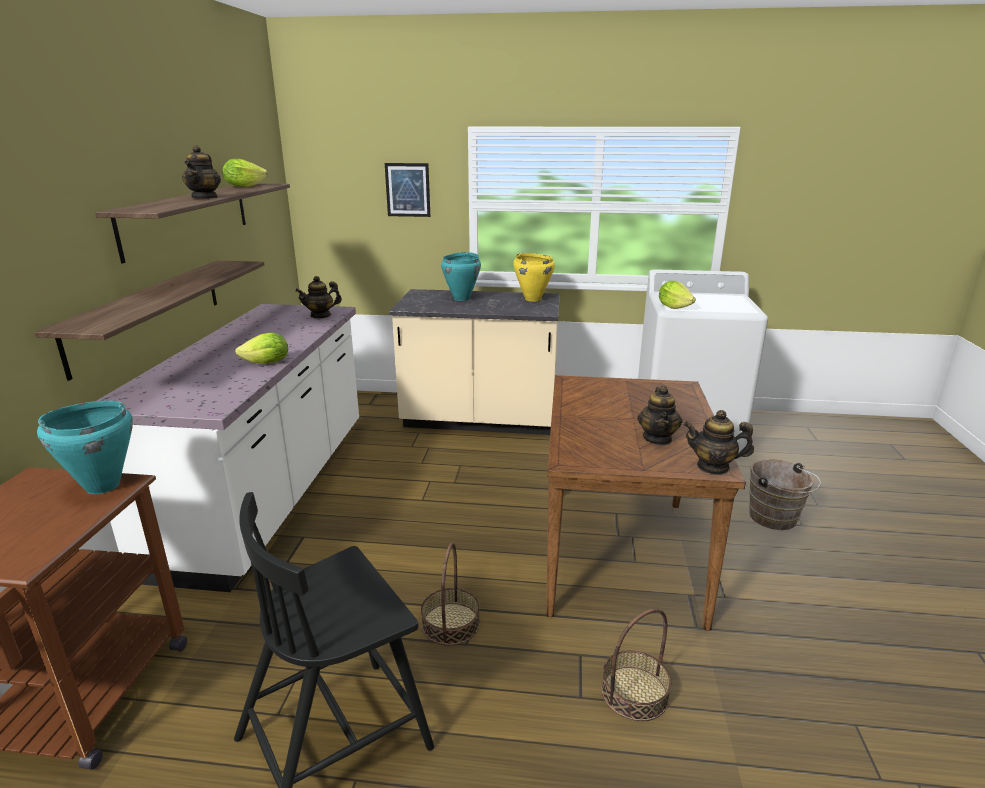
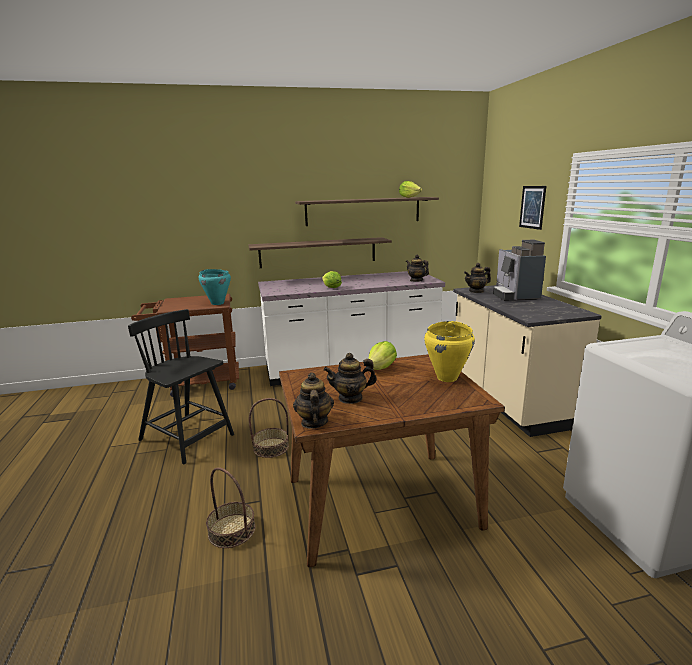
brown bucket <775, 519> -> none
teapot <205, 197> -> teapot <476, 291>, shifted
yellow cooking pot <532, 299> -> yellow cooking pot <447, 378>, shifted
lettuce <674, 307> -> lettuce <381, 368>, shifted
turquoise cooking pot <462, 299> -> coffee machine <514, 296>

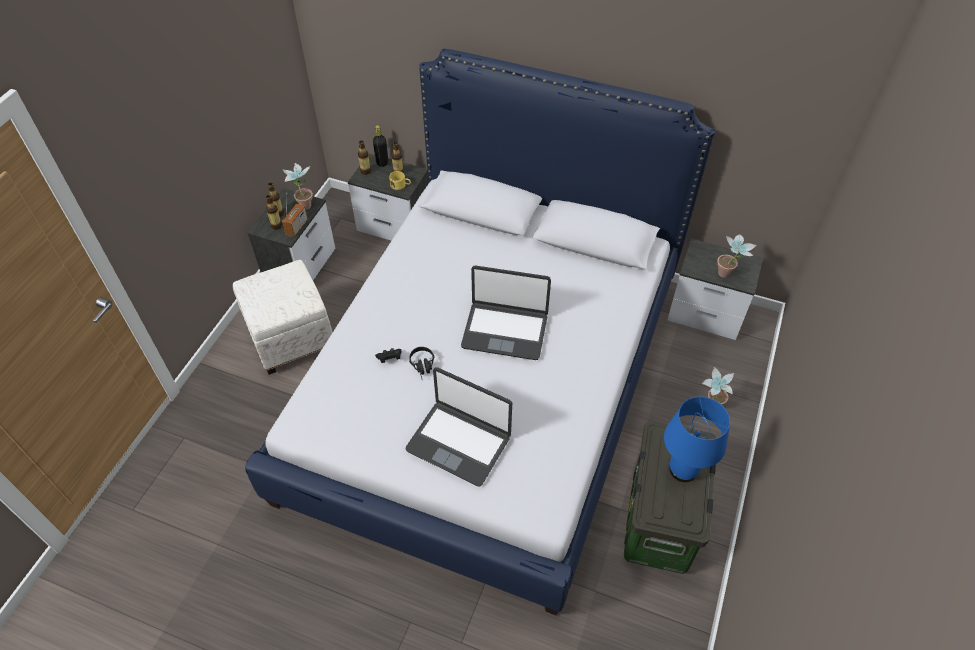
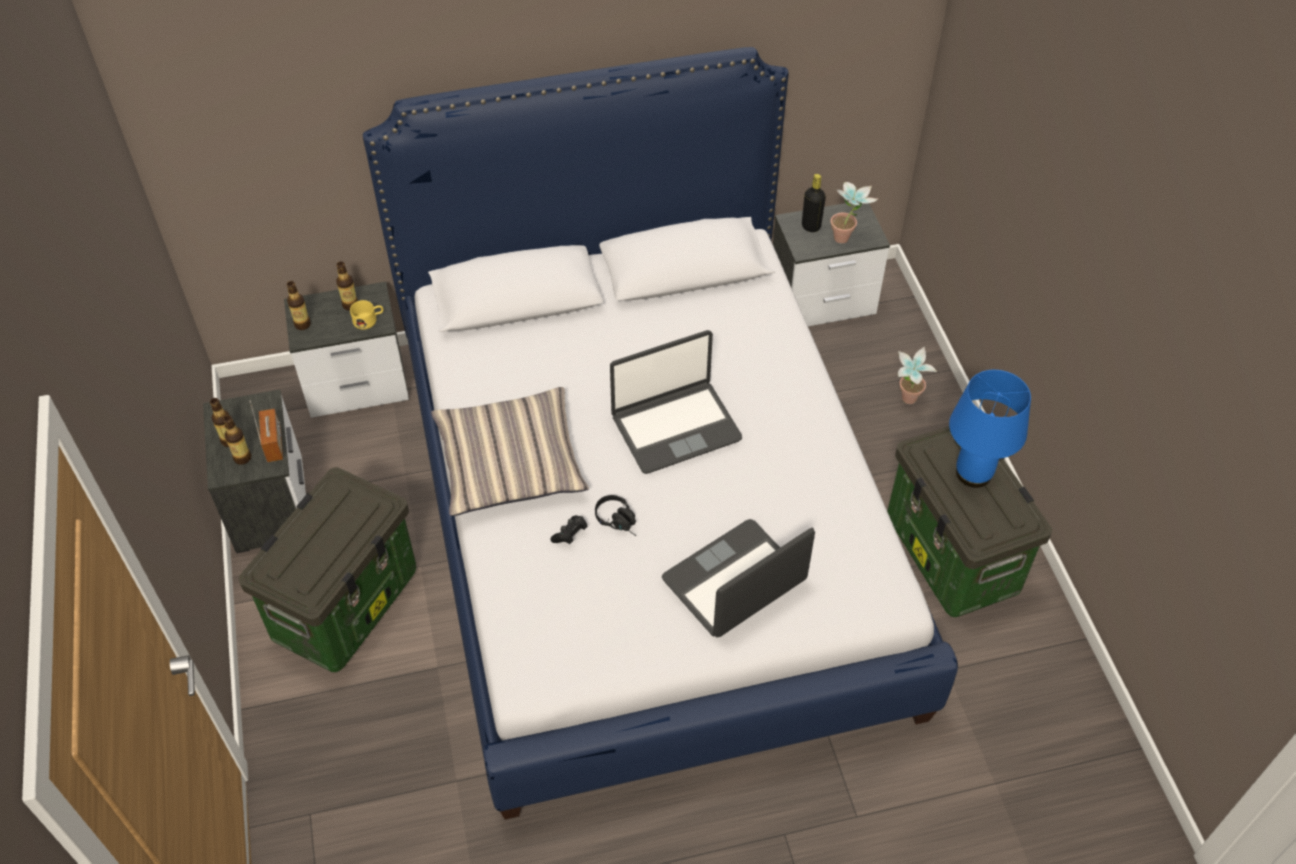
potted plant <304, 204> -> none
none -> pillow <510, 462>
black bottle <382, 162> -> black bottle <811, 226>, shifted
white ottoman <292, 338> -> storage box <346, 604>
laptop <459, 442> -> laptop <735, 581>, 150 degrees clockwise

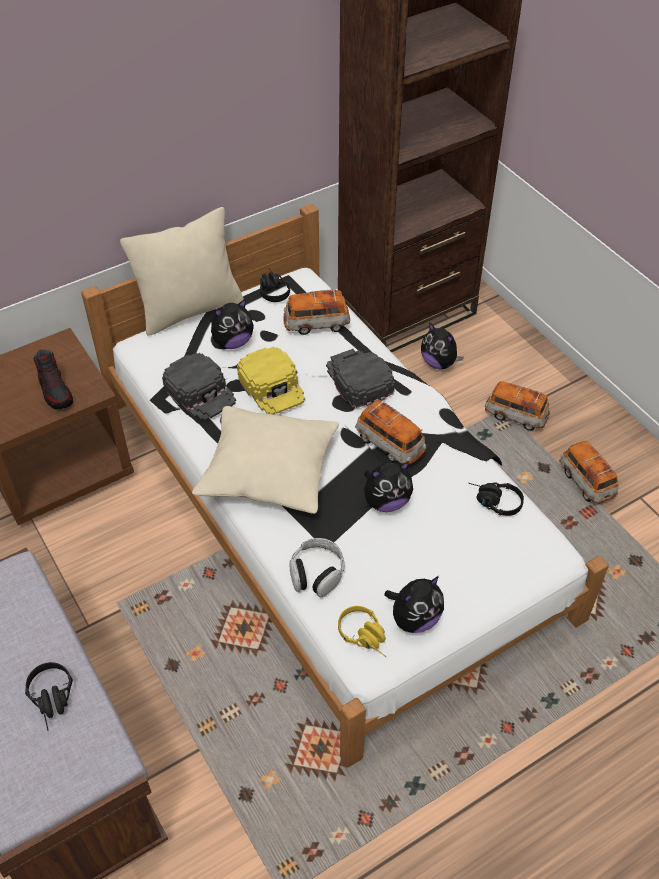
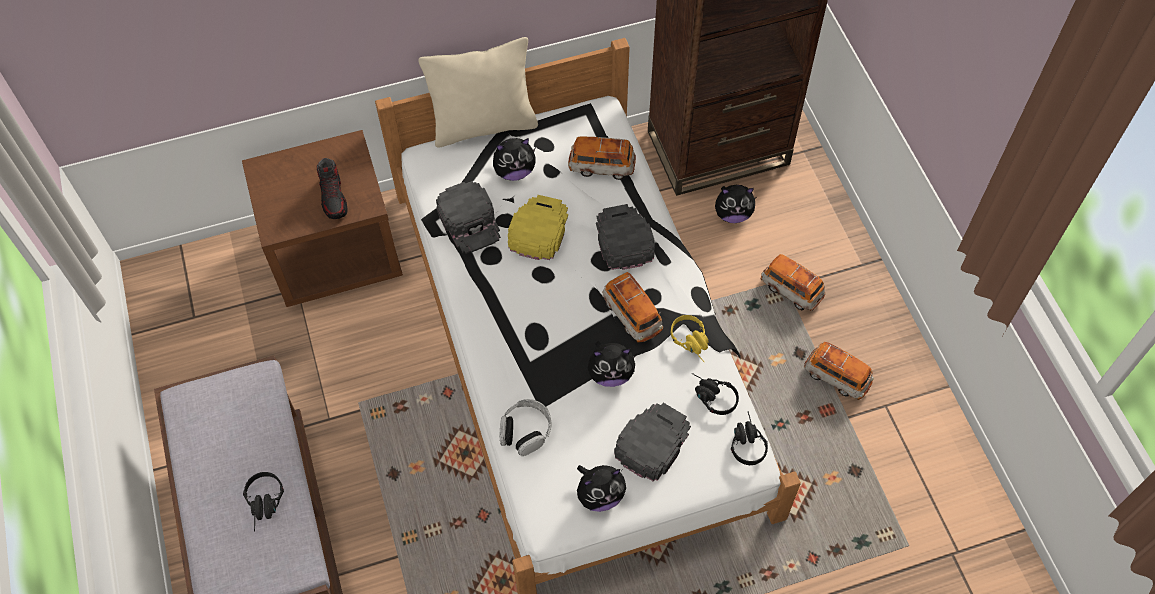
beige pillow <268, 471> -> none
none -> black cap <652, 441>
black headphones <272, 290> -> black headphones <745, 441>, shifted
yellow headphones <366, 637> -> yellow headphones <693, 343>, shifted
yellow cap <272, 386> -> yellow cap <538, 229>, 150 degrees counterclockwise
plush toy <439, 363> -> plush toy <733, 214>, 60 degrees counterclockwise
toy car <586, 481> -> toy car <837, 377>, 135 degrees clockwise

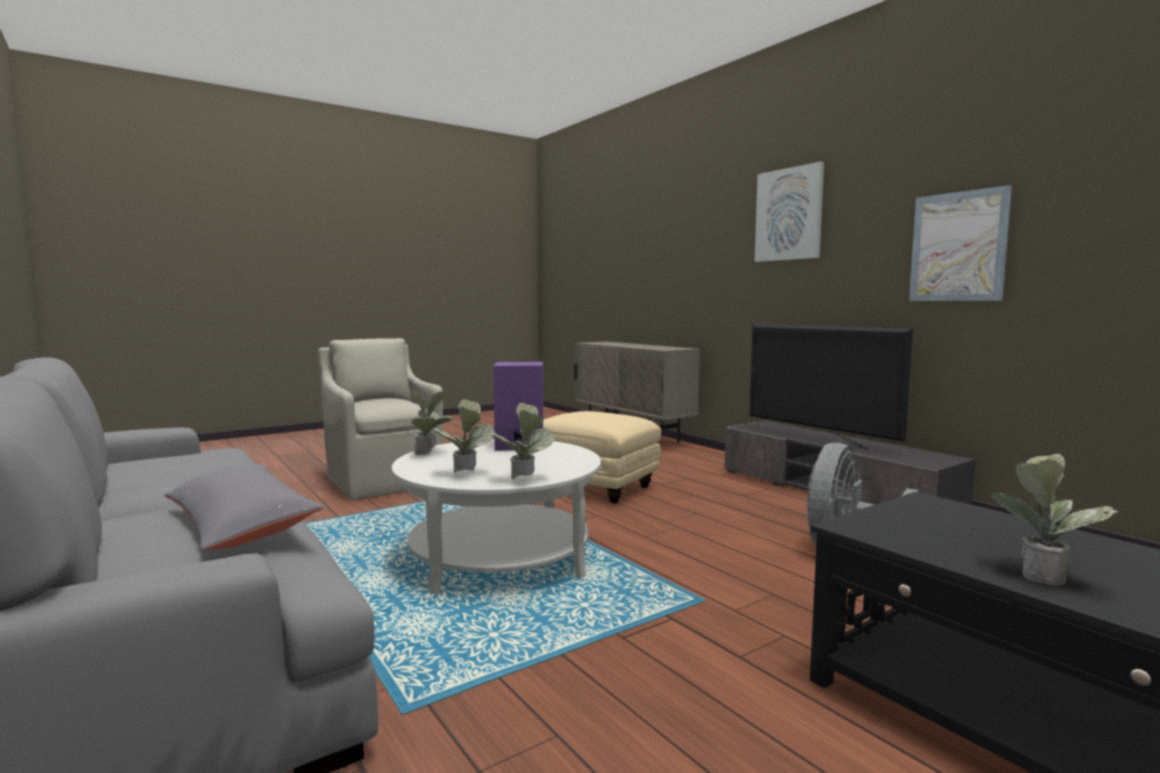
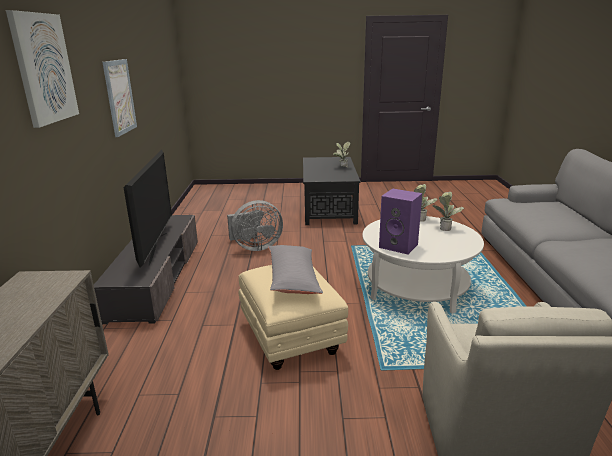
potted plant <430, 453> -> none
grey pillow <240, 524> -> grey pillow <293, 278>, shifted

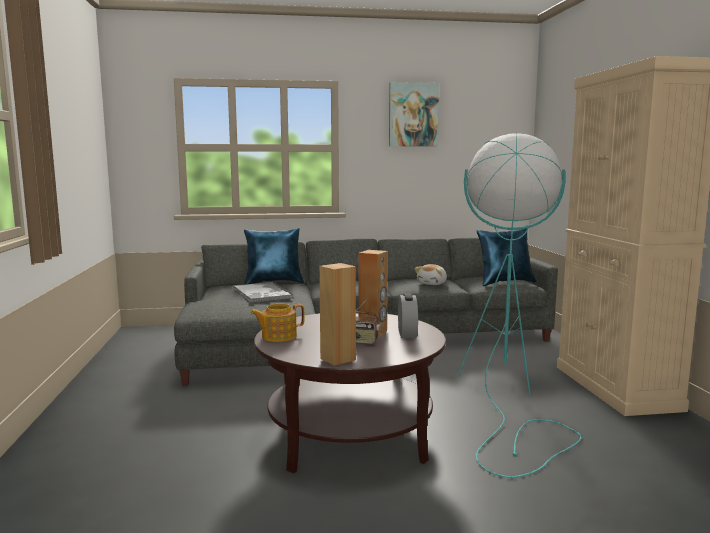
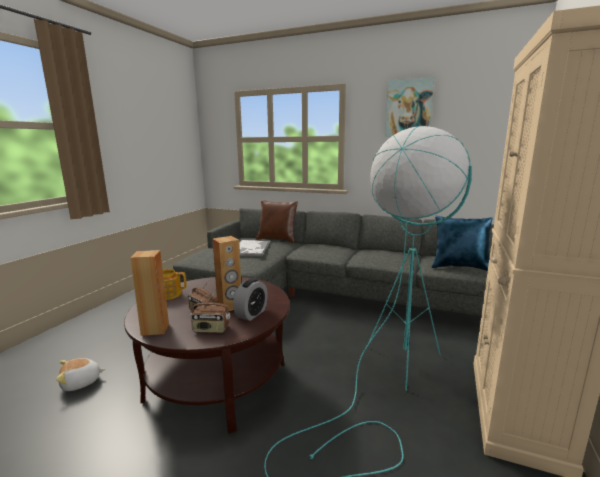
none -> radio <211, 329>
plush toy <432, 284> -> plush toy <81, 383>, shifted
blue pillow <274, 282> -> brown pillow <277, 239>

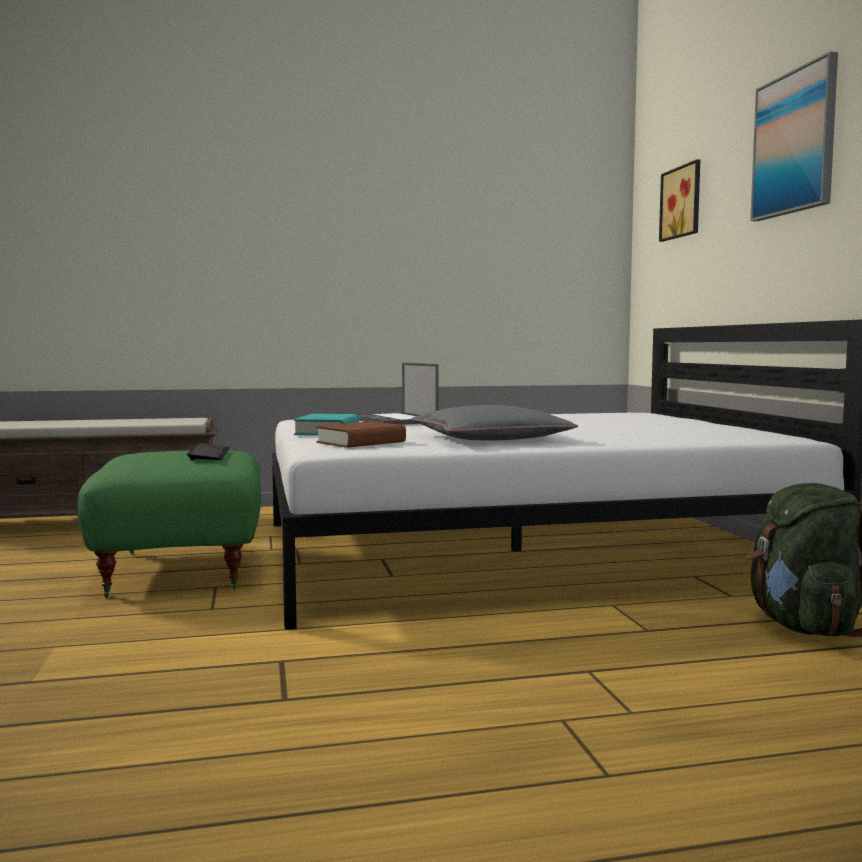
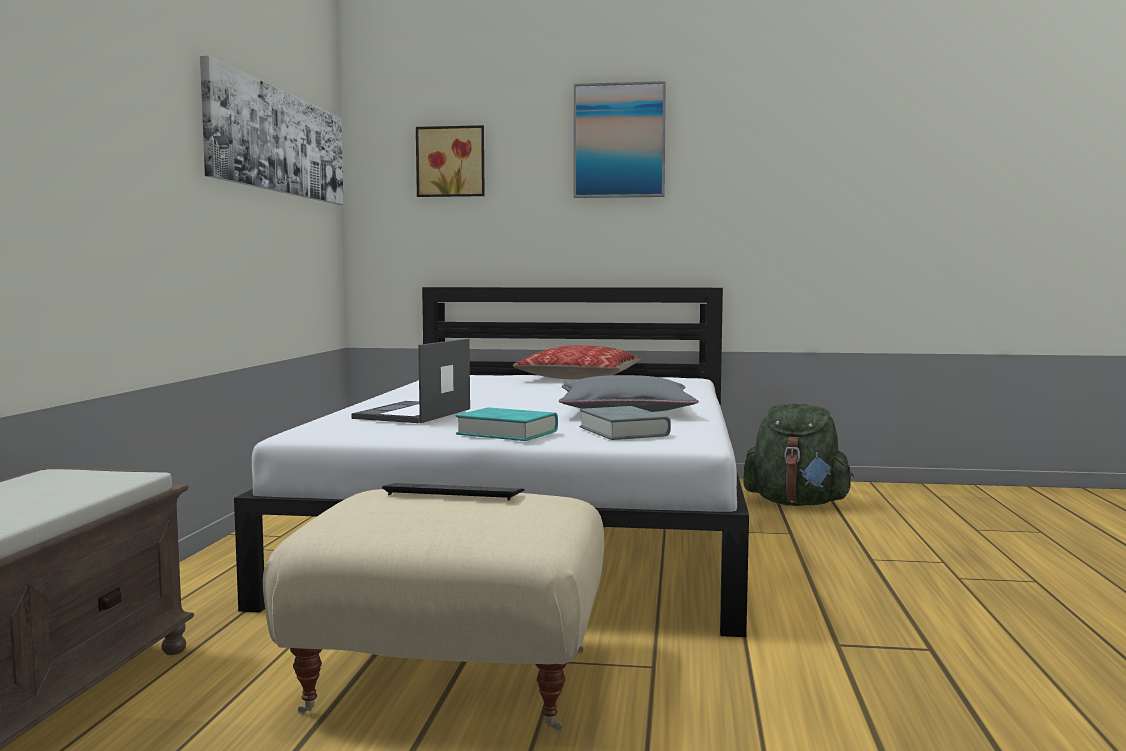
none -> picture <279, 142>
none -> pillow <579, 378>
green ottoman <183, 570> -> beige ottoman <453, 677>
brown book <361, 442> -> grey book <623, 431>
laptop <394, 421> -> laptop <413, 414>, 120 degrees clockwise

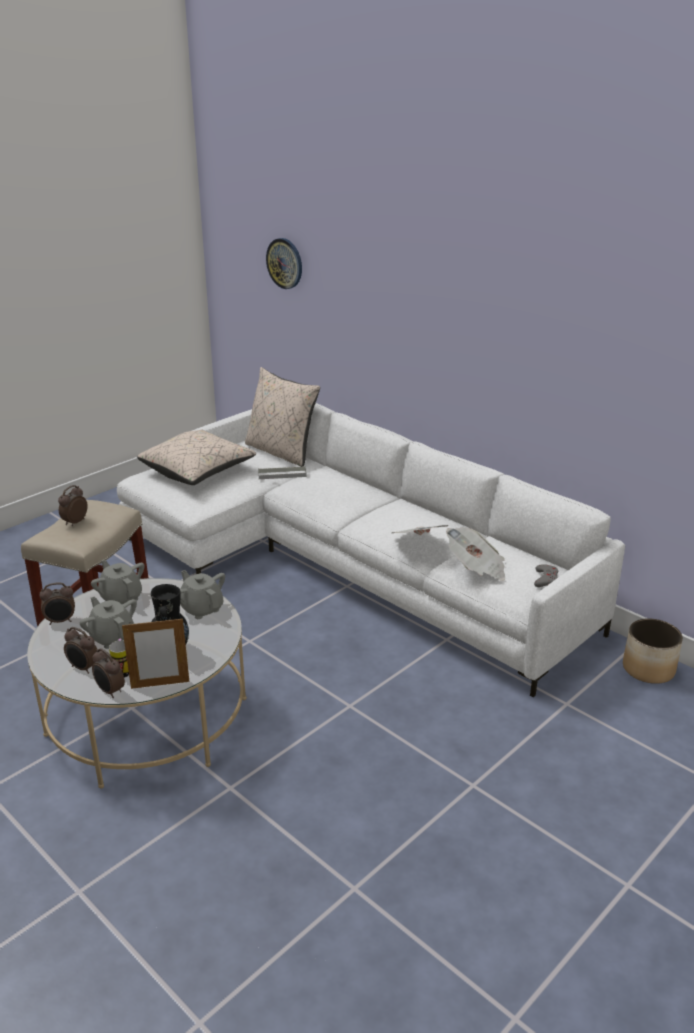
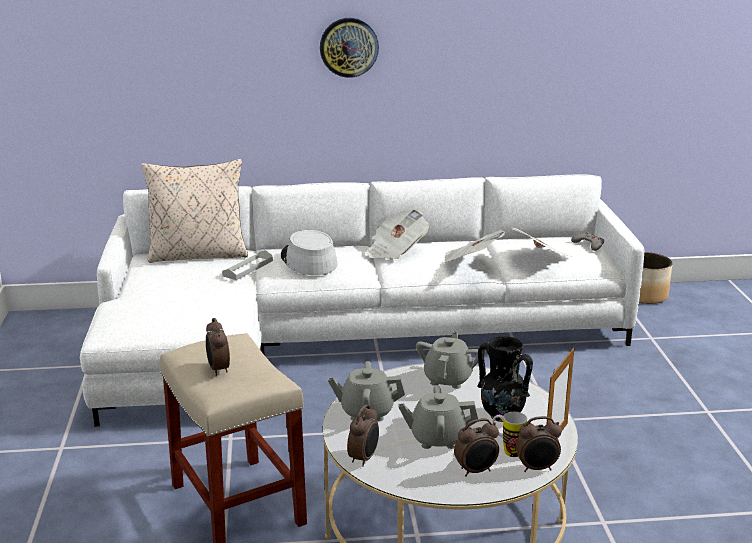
beige pillow <198, 471> -> none
none -> grey hat <308, 260>
none -> newspaper <396, 250>
wall clock <285, 263> -> wall clock <349, 47>, shifted
grey teapot <202, 609> -> grey teapot <448, 379>, 105 degrees clockwise

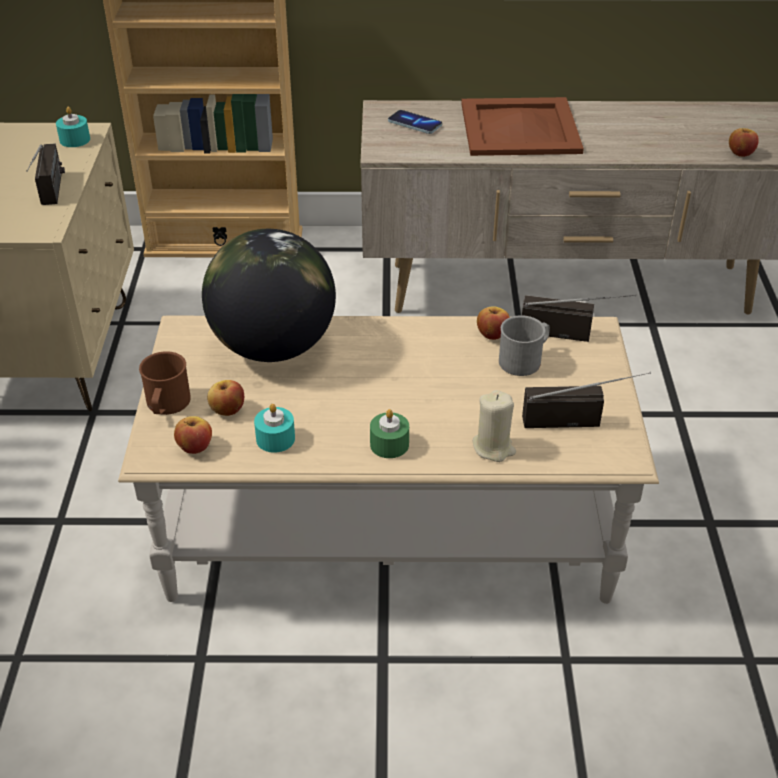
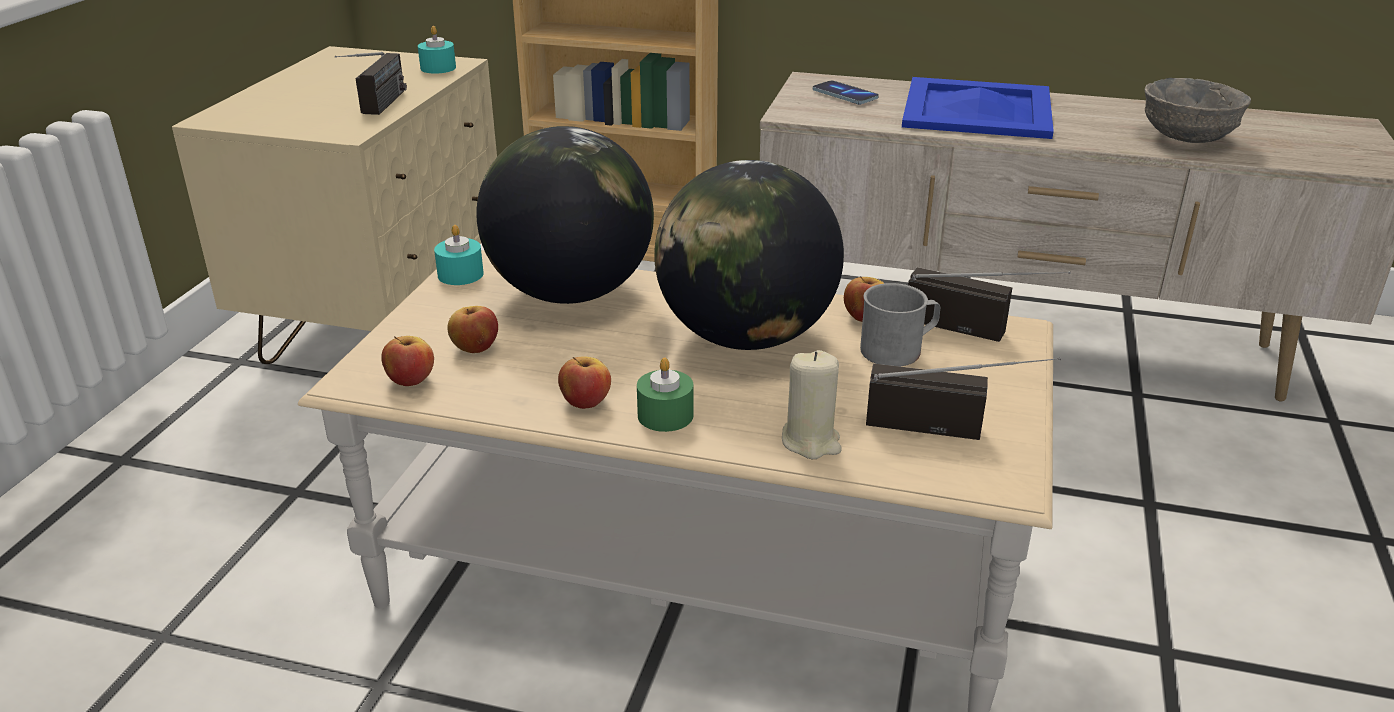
brown mug <166, 405> -> none
none -> globe <746, 337>
none -> grey bowl <1185, 138>
turquoise candle <275, 439> -> turquoise candle <460, 274>, shifted
apple <740, 153> -> apple <585, 402>, shifted
brown tray <521, 128> -> blue tray <978, 110>

